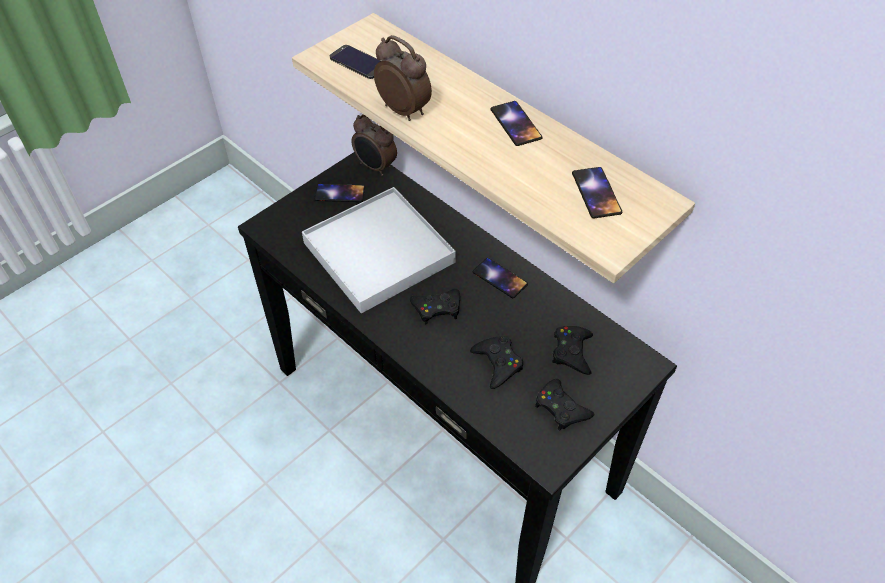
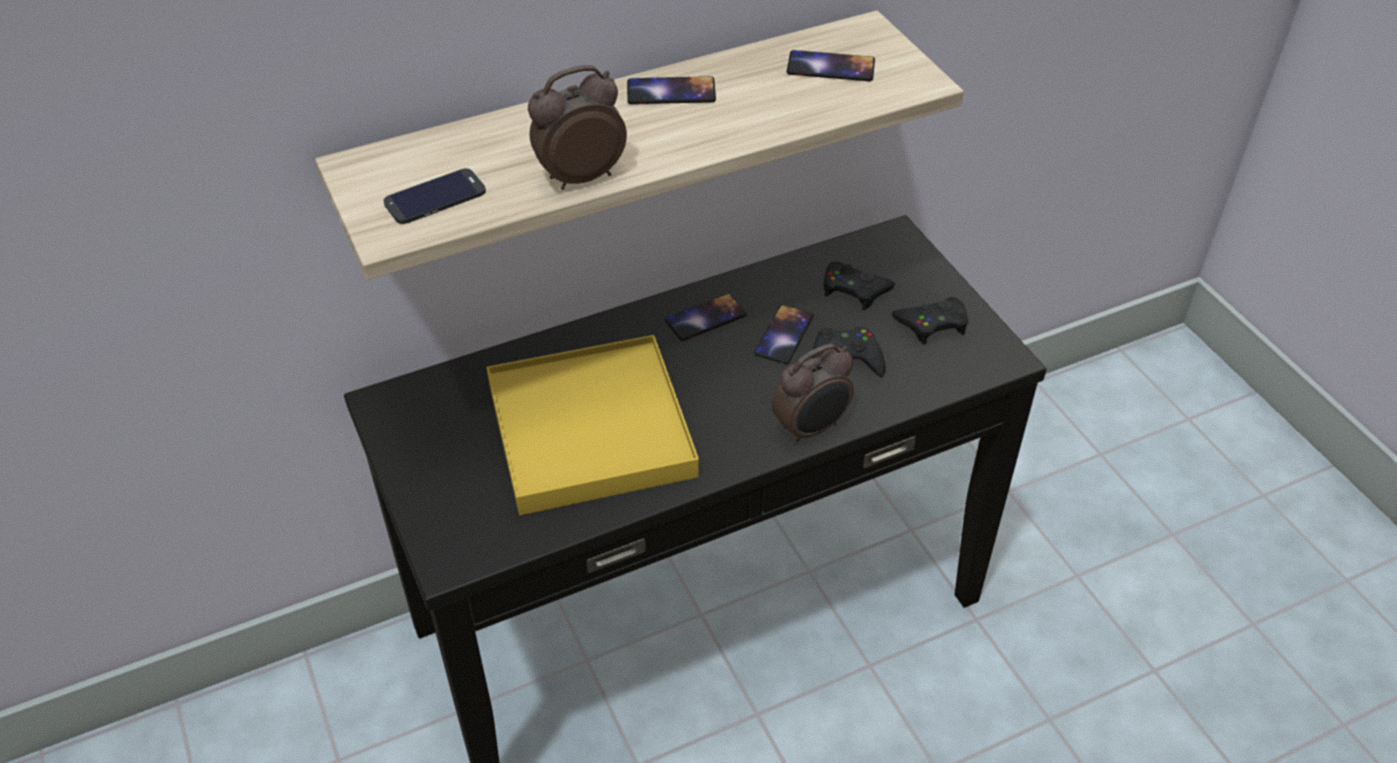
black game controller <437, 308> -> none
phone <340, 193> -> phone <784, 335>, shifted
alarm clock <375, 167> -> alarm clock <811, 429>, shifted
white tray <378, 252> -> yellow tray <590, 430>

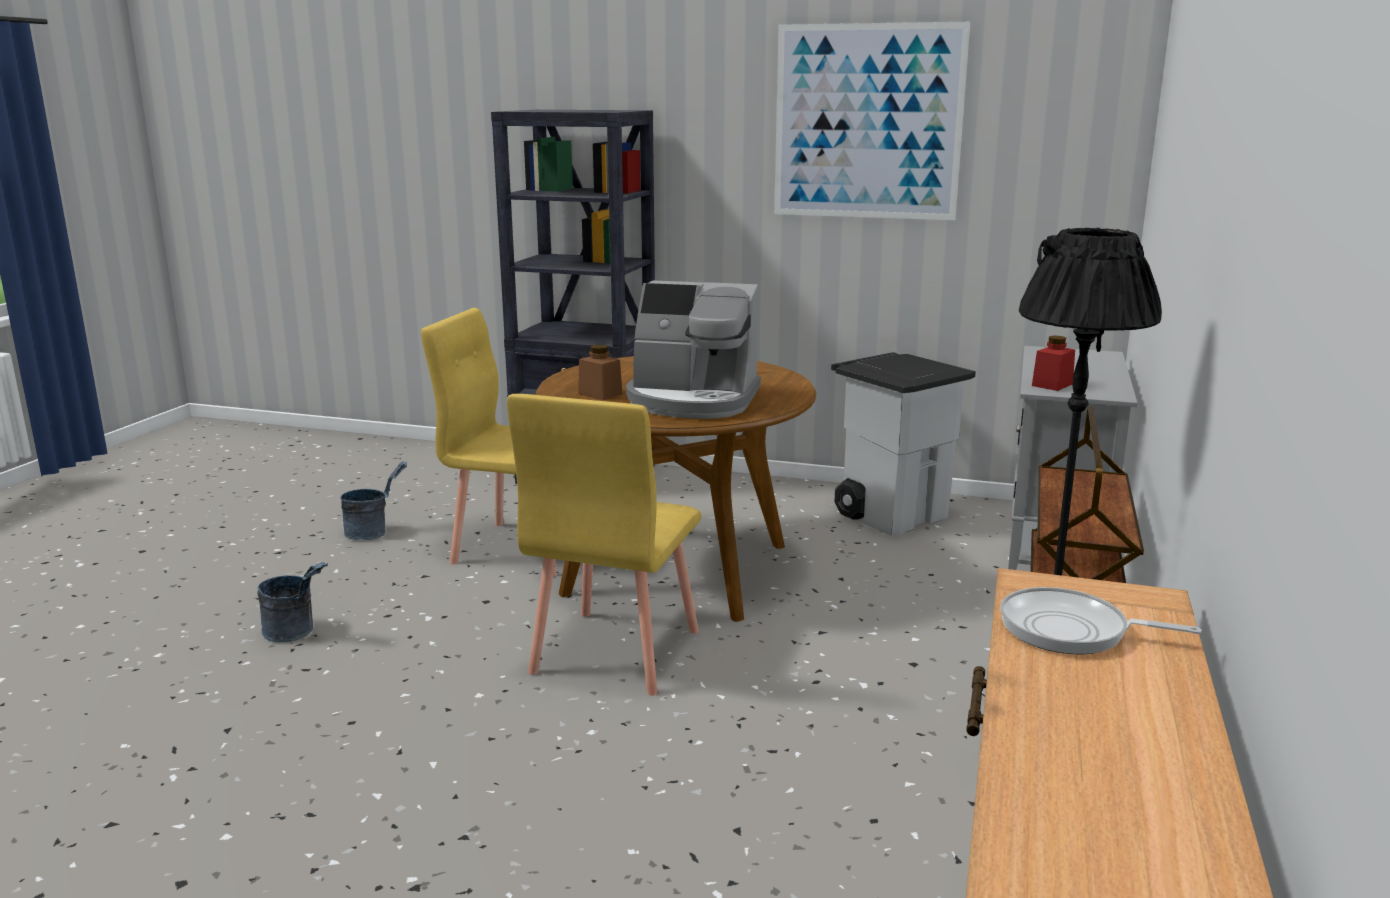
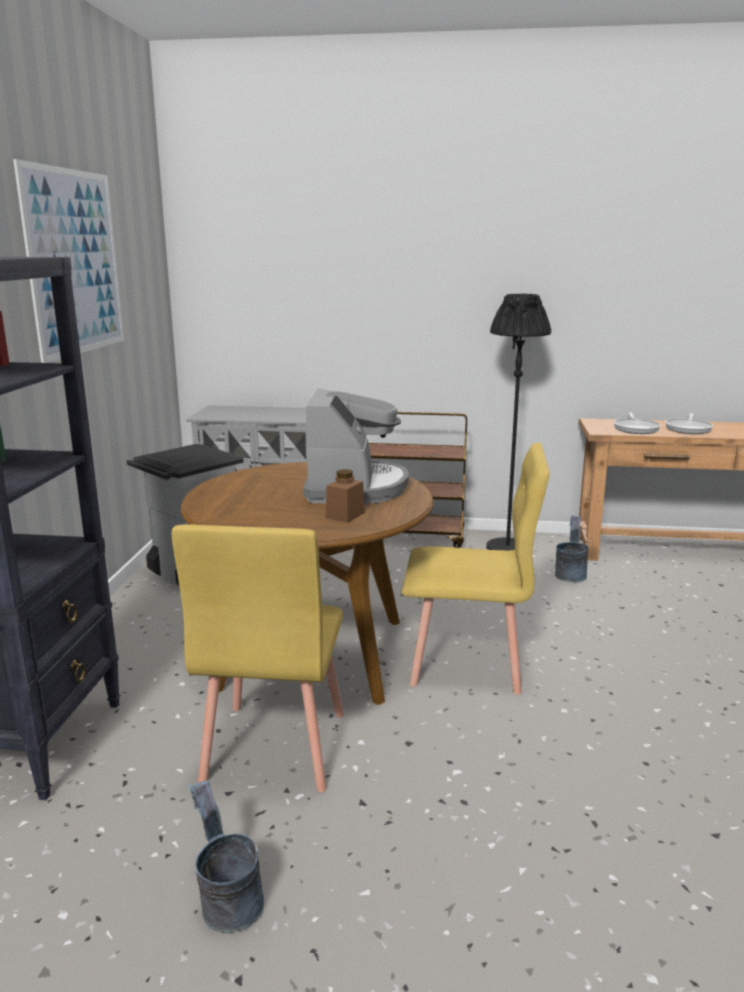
red jar <1052, 385> -> none
none -> frying pan <688, 429>
grey bucket <295, 633> -> grey bucket <570, 574>, shifted

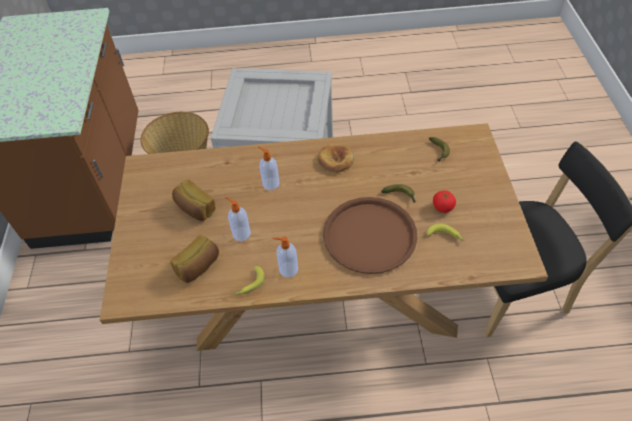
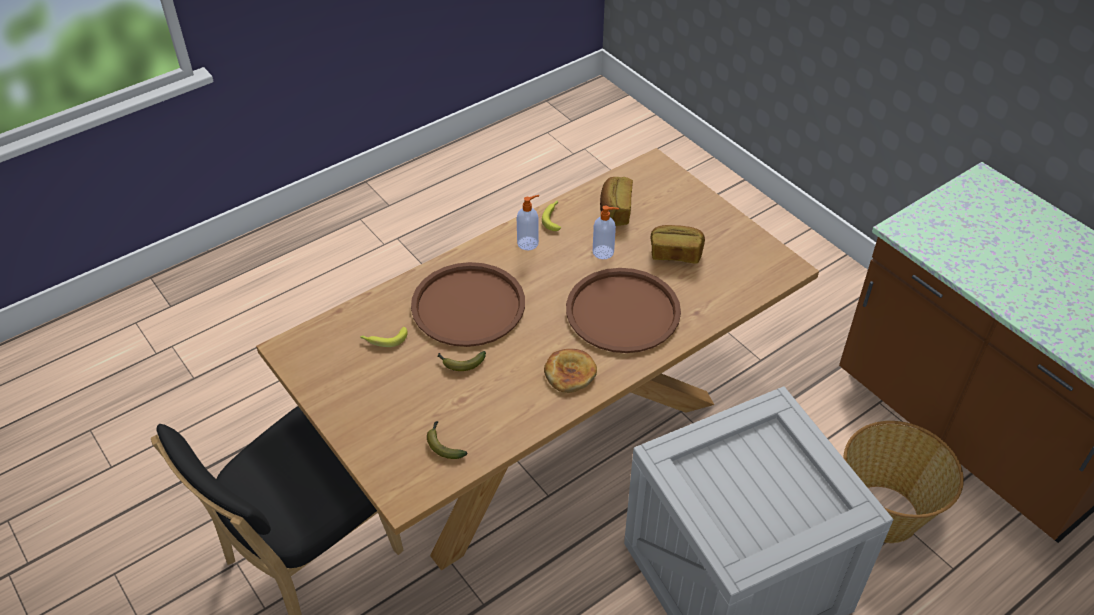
tomato <442, 207> -> none
soap dispenser <270, 183> -> brown tray <622, 312>

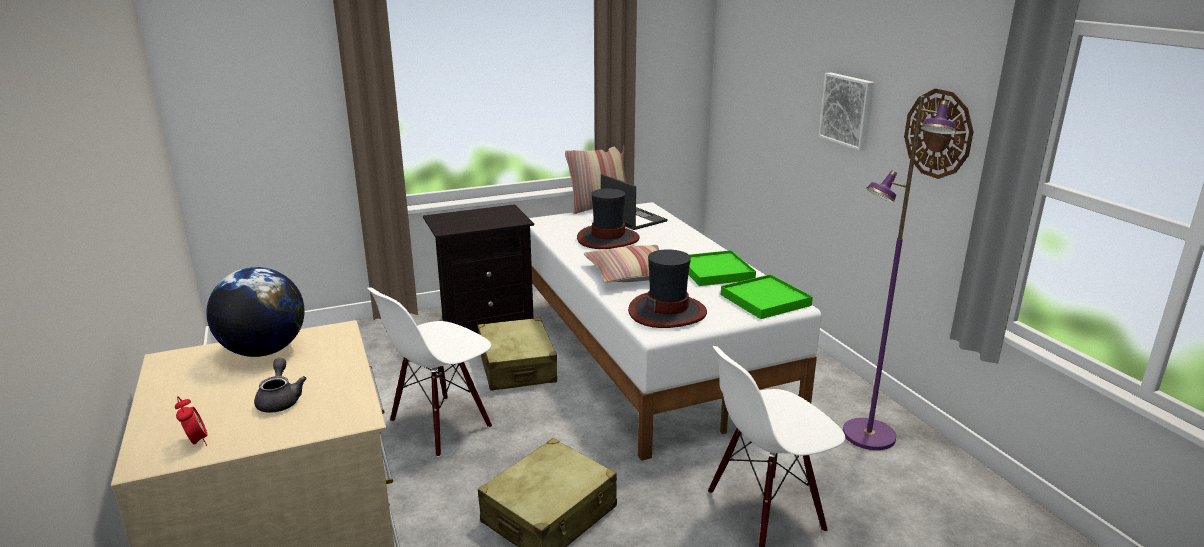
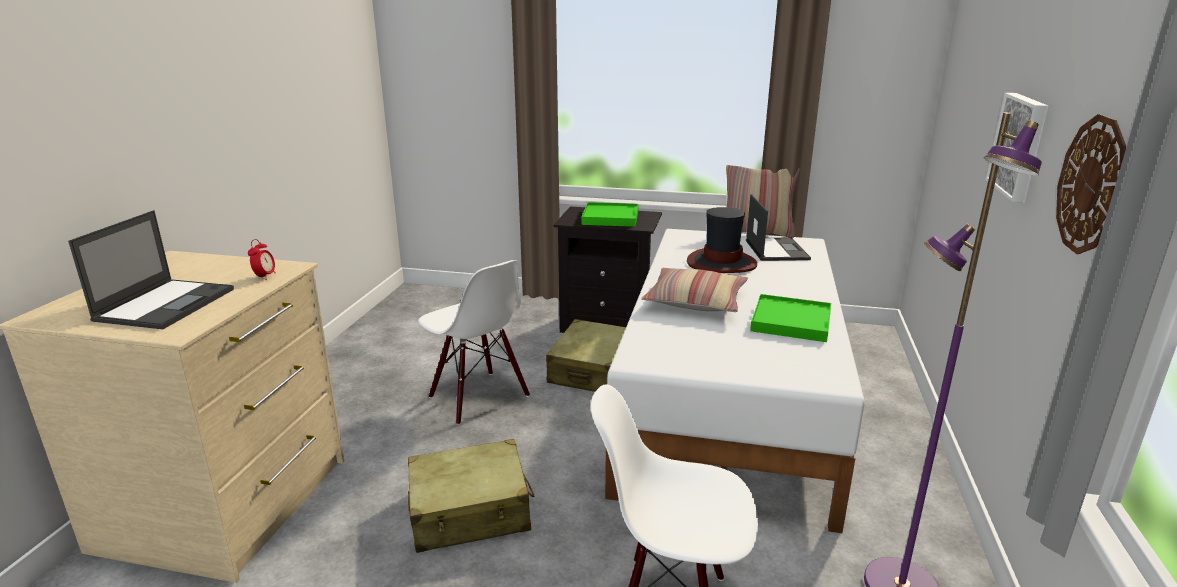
globe <263, 351> -> none
hat <667, 312> -> none
alarm clock <196, 442> -> alarm clock <265, 277>, shifted
green tray <765, 300> -> green tray <610, 218>, shifted
grey teapot <280, 400> -> laptop <166, 304>
white chair <440, 425> -> white chair <478, 397>, 120 degrees counterclockwise

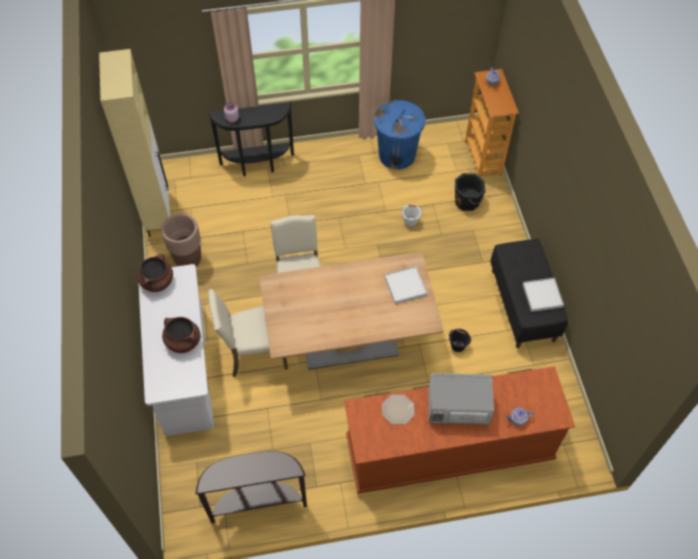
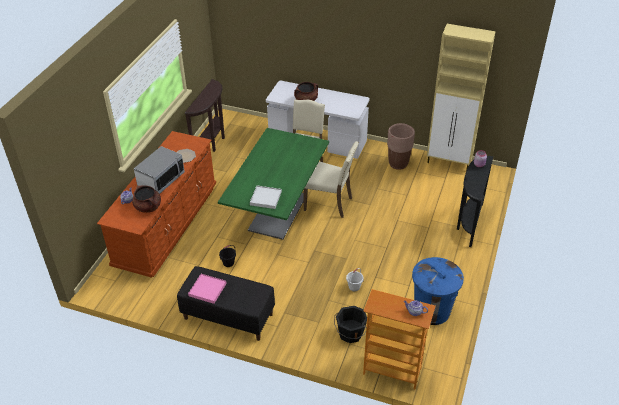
brown cooking pot <157, 281> -> brown cooking pot <148, 207>, shifted
brown dining table <349, 341> -> green dining table <278, 212>
white tray <542, 295> -> pink tray <207, 289>

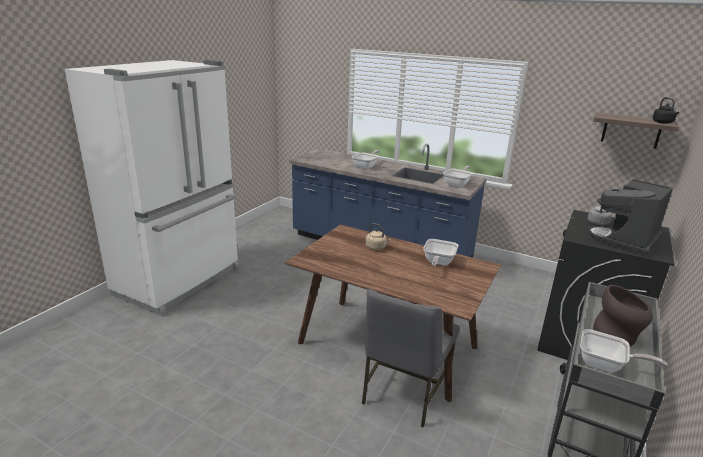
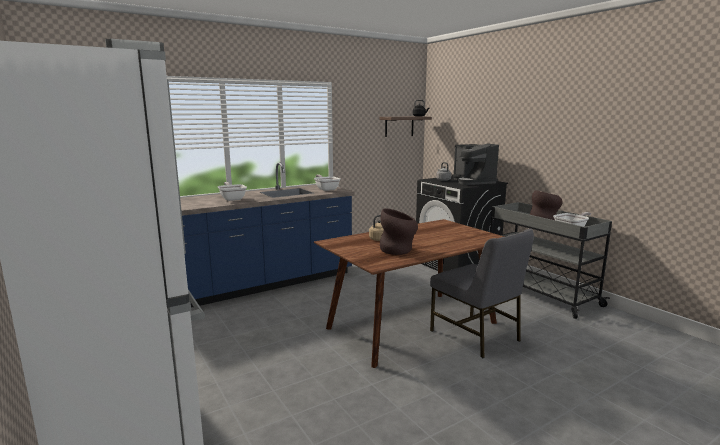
frying pan <438, 263> -> none
none -> brown vase <398, 250>

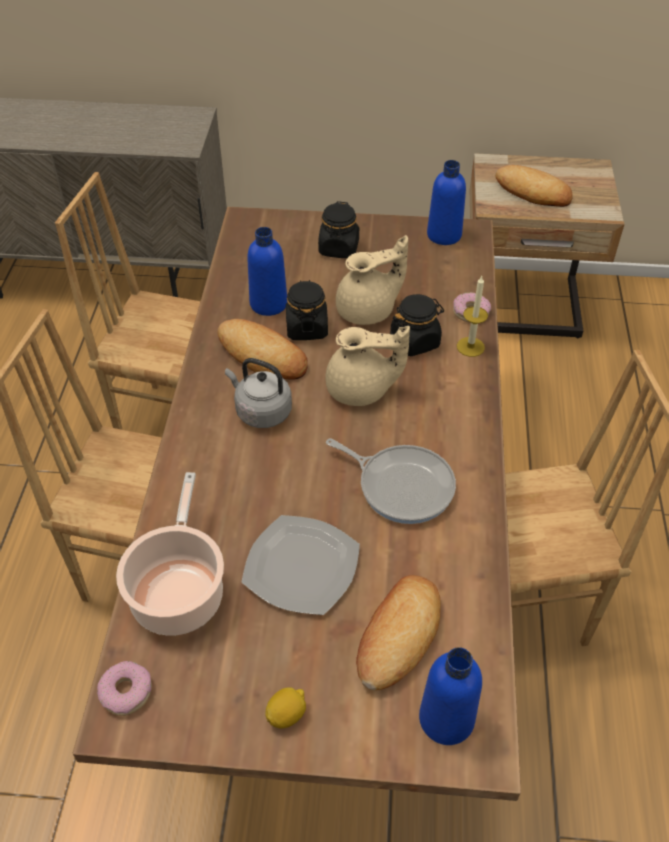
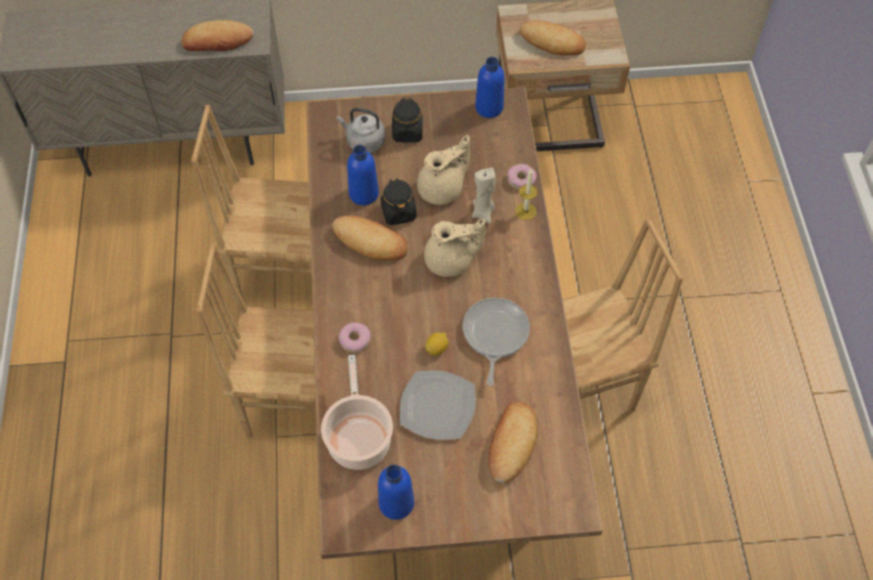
none -> bread <217, 41>
donut <126, 692> -> donut <355, 340>, shifted
grey kettle <261, 411> -> grey kettle <363, 142>, shifted
lemon <286, 714> -> lemon <437, 348>, shifted
blue bottle <446, 719> -> blue bottle <396, 503>, shifted
black jar <415, 341> -> beige candle <483, 212>
frying pan <401, 485> -> frying pan <494, 335>, 105 degrees counterclockwise

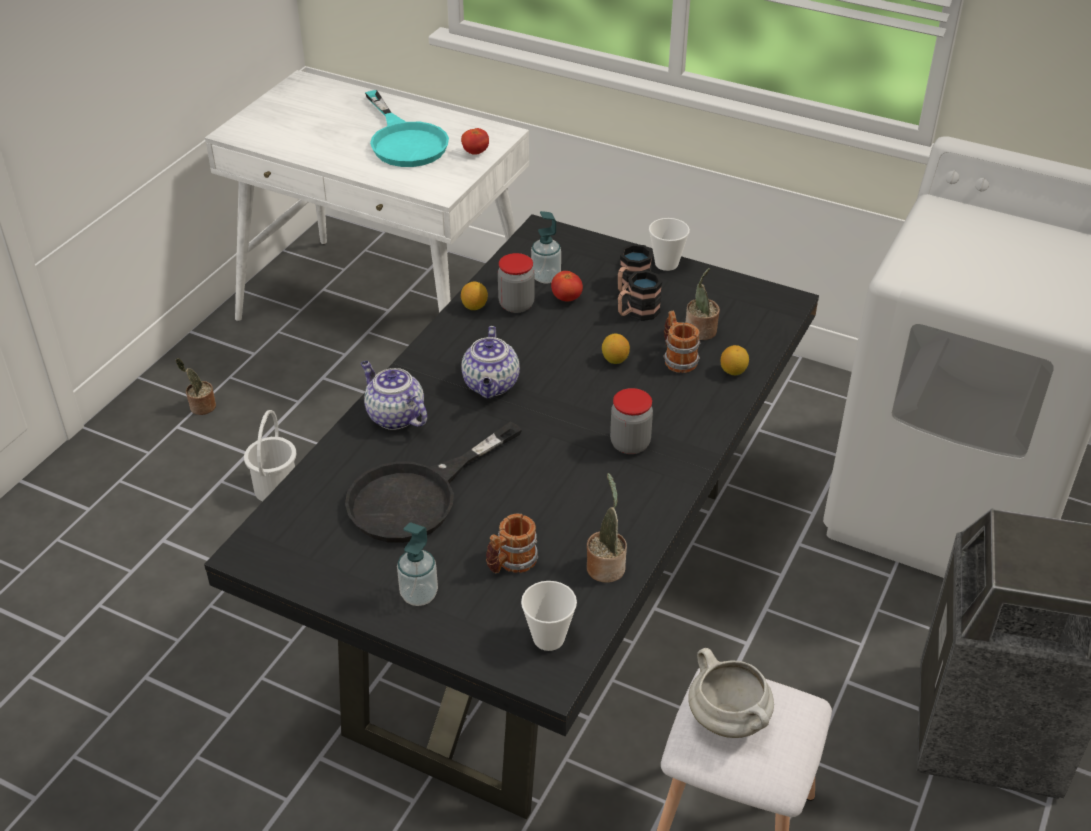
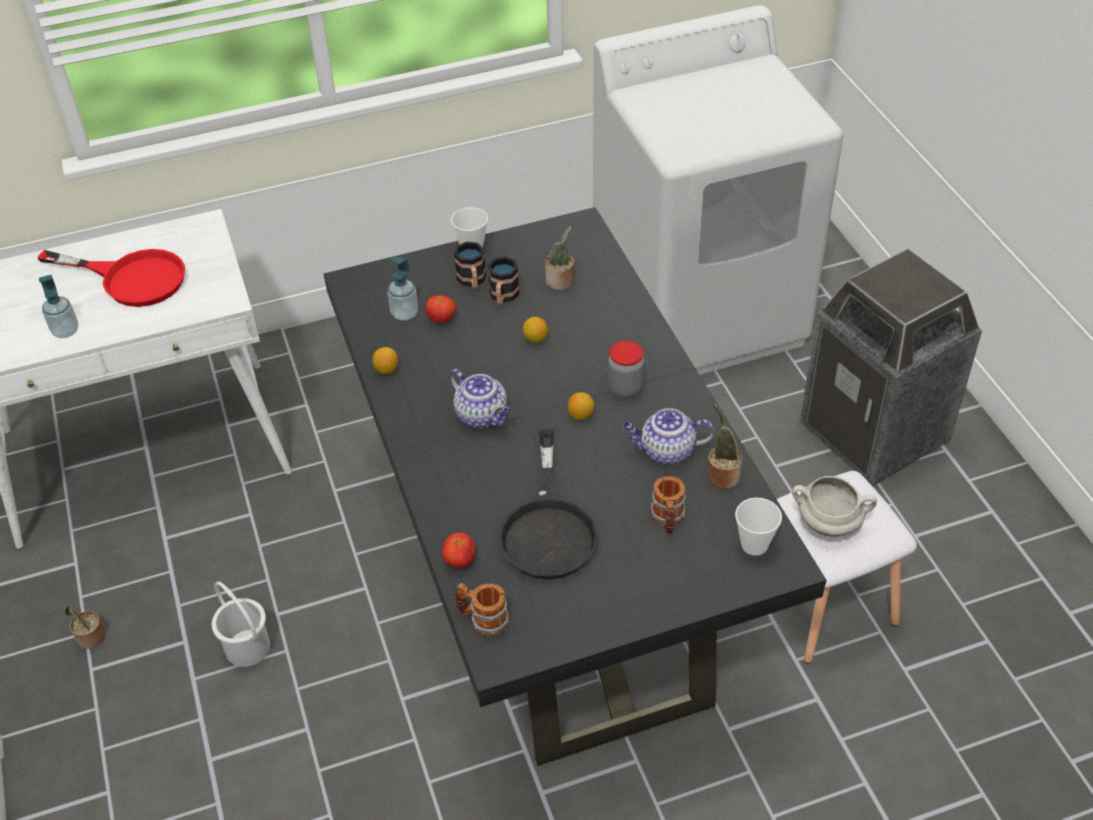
jar <516, 305> -> none
teapot <394, 416> -> teapot <666, 452>, shifted
soap dispenser <419, 595> -> soap dispenser <65, 331>, shifted
tomato <475, 152> -> tomato <459, 560>, shifted
mug <677, 358> -> mug <482, 619>, shifted
lemon <733, 371> -> lemon <581, 415>, shifted
turquoise frying pan <404, 141> -> red frying pan <131, 278>

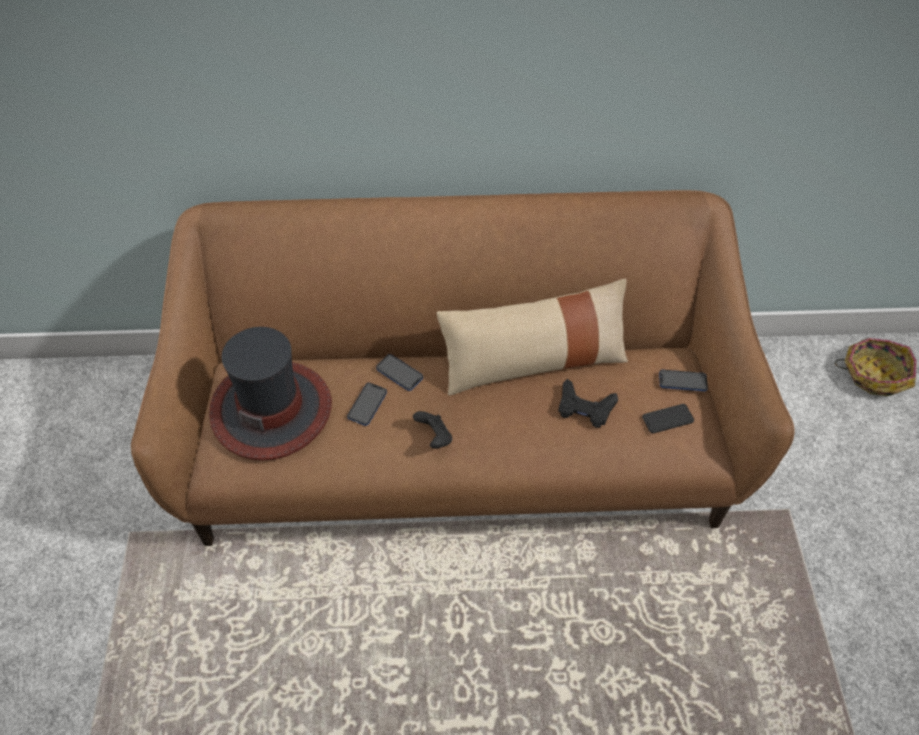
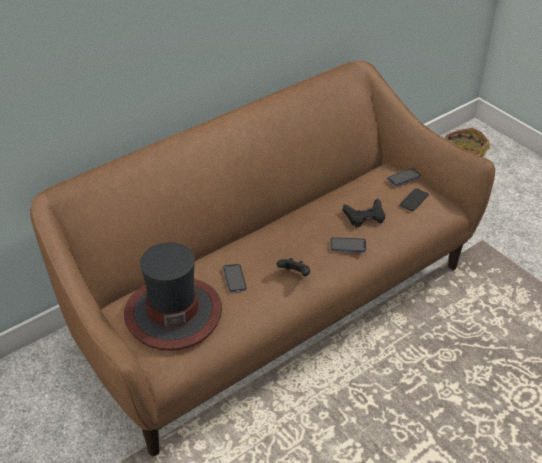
beige pillow <533, 362> -> none
phone <399, 373> -> phone <348, 245>, shifted

